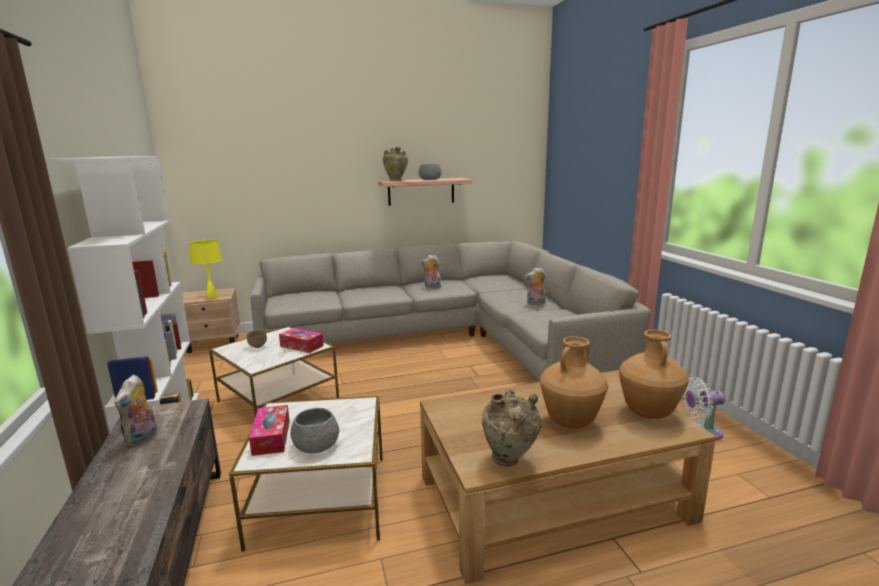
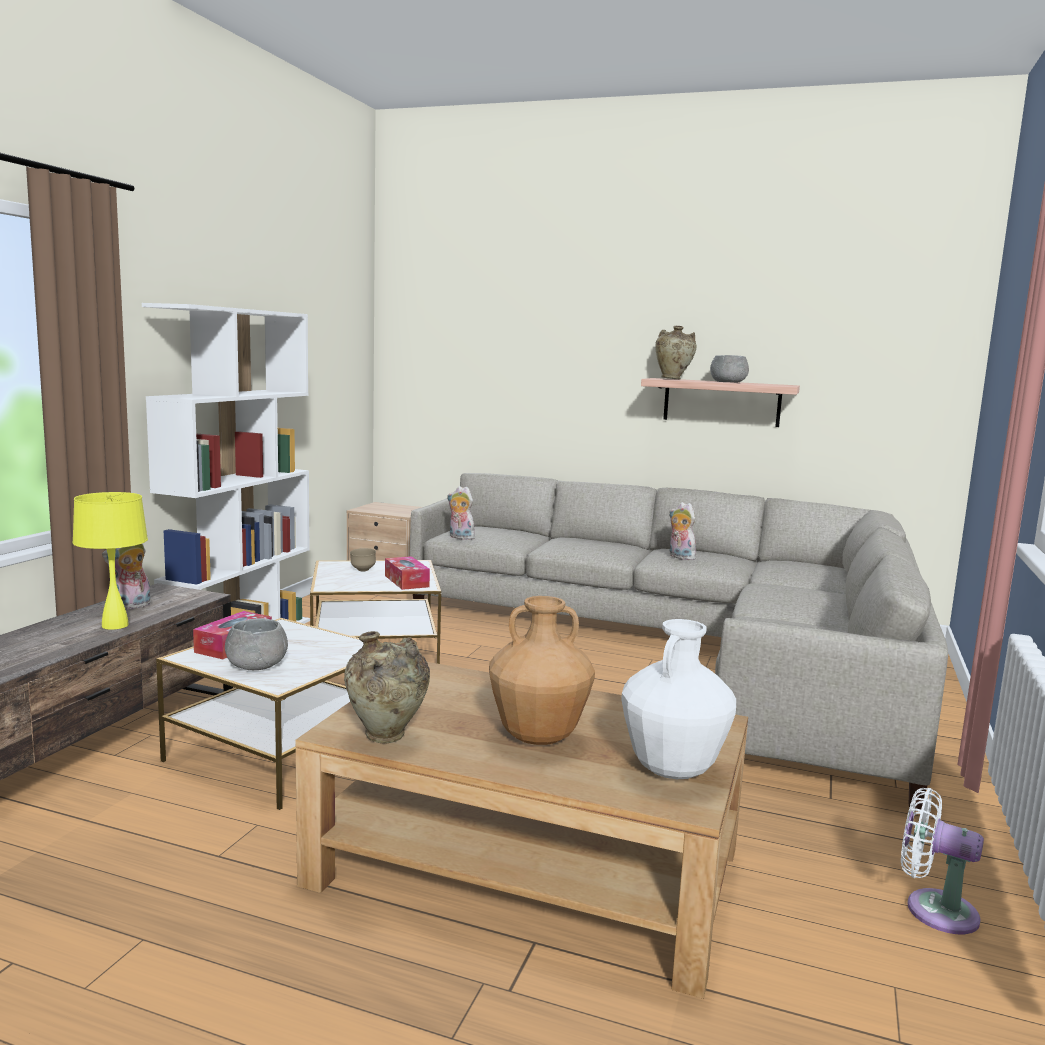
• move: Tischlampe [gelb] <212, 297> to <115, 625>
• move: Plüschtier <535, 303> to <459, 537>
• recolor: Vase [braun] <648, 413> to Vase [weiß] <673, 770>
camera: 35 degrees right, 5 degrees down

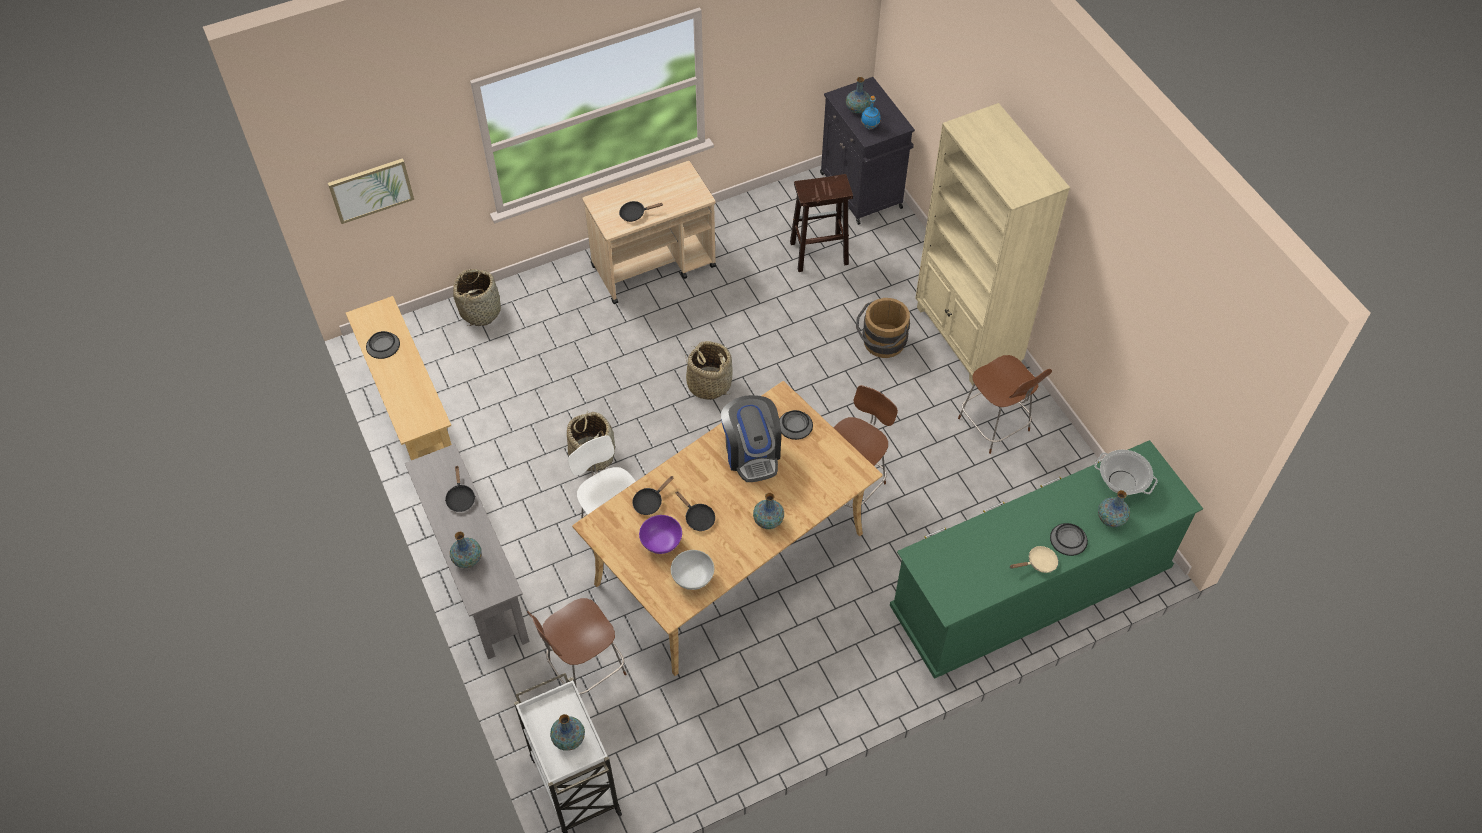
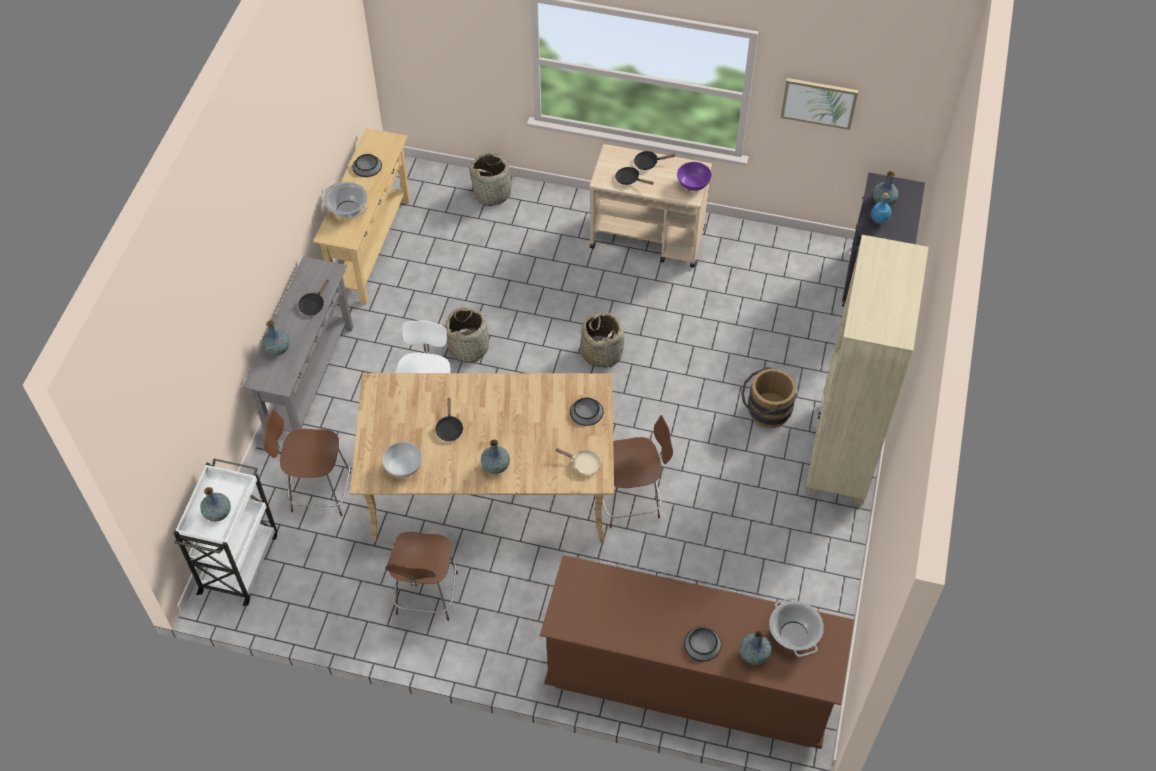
• delete: Kaffeemaschine <752, 453>
• delete: Hocker [braun] <818, 253>
• insert: Kochtopf <347, 209>
• move: Bild <371, 190> to <819, 102>
• move: Pfanne [schwarz] <650, 502> to <648, 163>
• move: Schüssel [lila] <661, 542> to <693, 184>
• move: Stuhl [braun] <995, 426> to <426, 596>
• move: Pfanne [beige] <1038, 563> to <583, 464>
• recolor: Kommode [grün] <1029, 590> to Kommode [braun] <689, 679>
camera: 40 degrees right, 0 degrees up

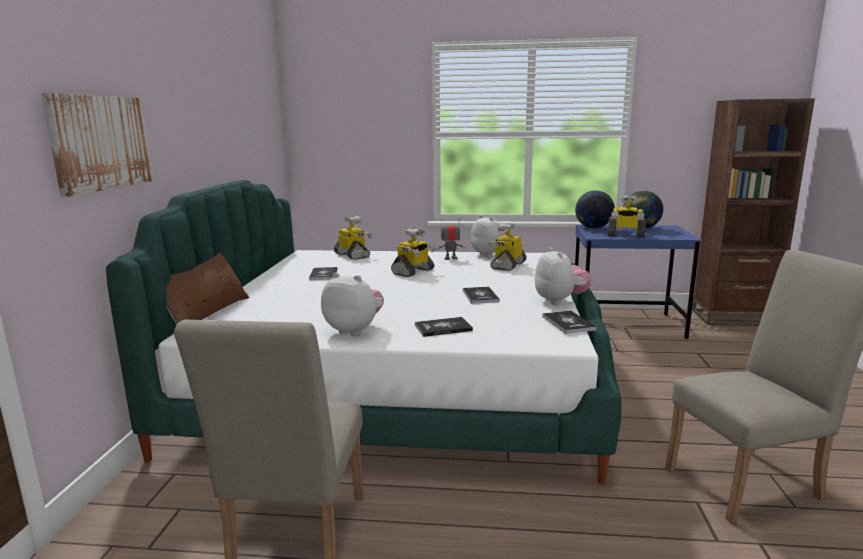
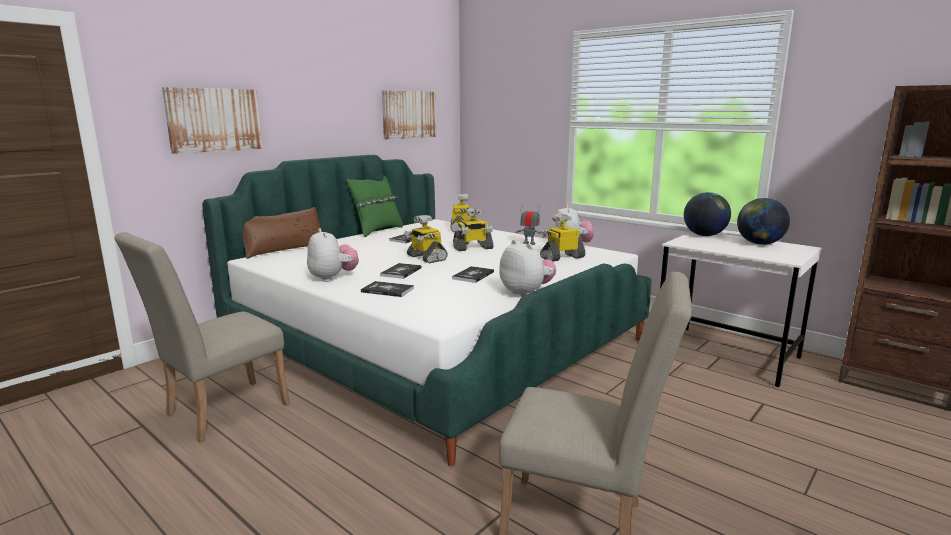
• insert: Kissen [grün] <377, 231>
• insert: Bild <409, 114>
• move: Buch <568, 323> to <401, 272>
• move: Spielzeugroboter <625, 235> to <425, 258>
• recolor: Schreibtisch [blau] <626, 325> to Schreibtisch [weiß] <727, 355>
• rotate: Plüschtier <560, 301> = <526, 293> 60 degrees counterclockwise
camera: 35 degrees right, 0 degrees up

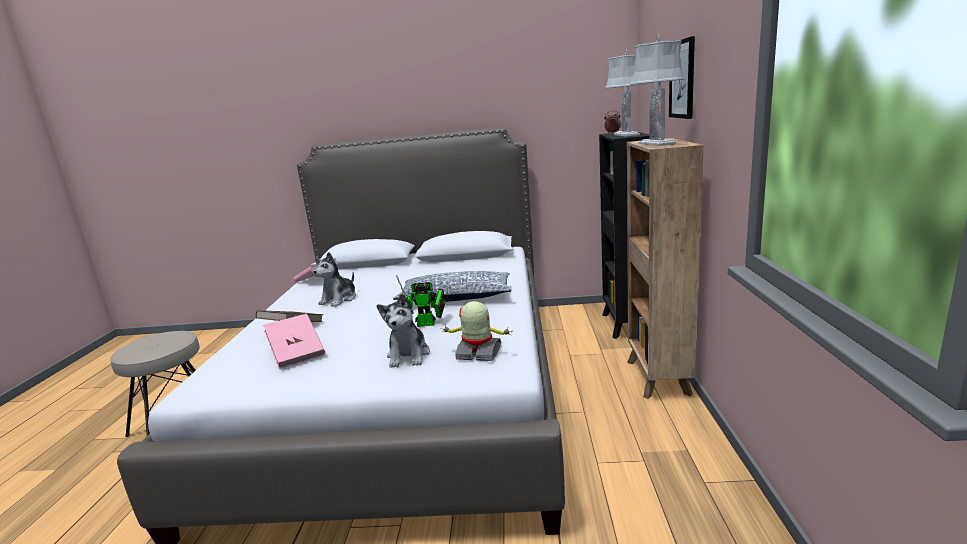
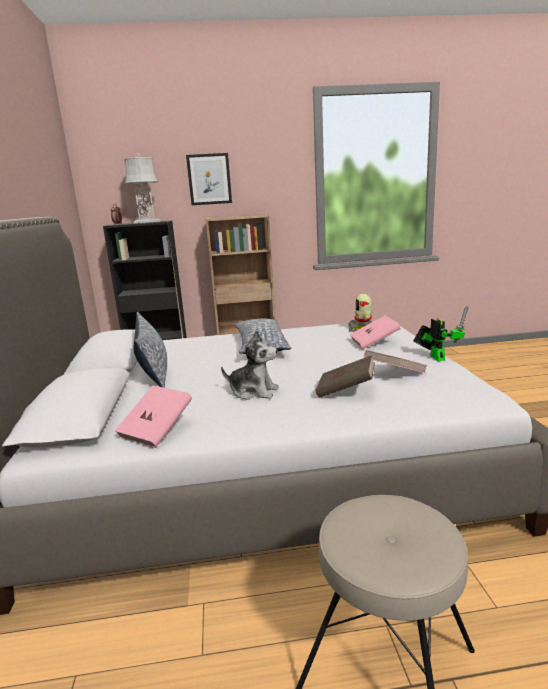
• delete: Tischlampe [grau] <657, 144>
• insert: Kissen <154, 371>
• move: Spielzeugroboter <429, 324> to <436, 357>
• replace: Plüschtier <408, 355> to Buch [rosa] <374, 343>
camera: 100 degrees left, 0 degrees up

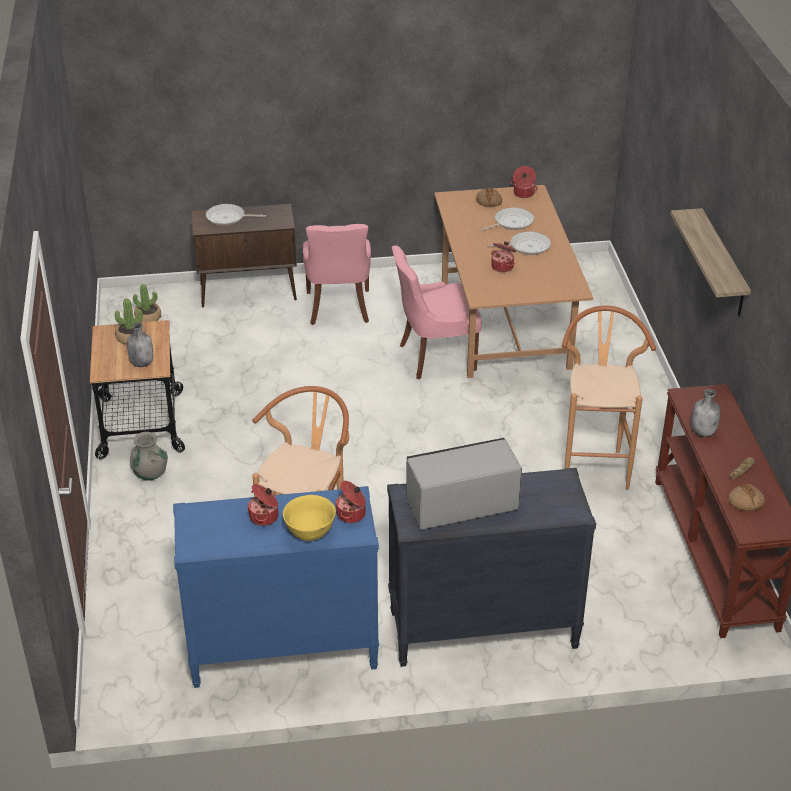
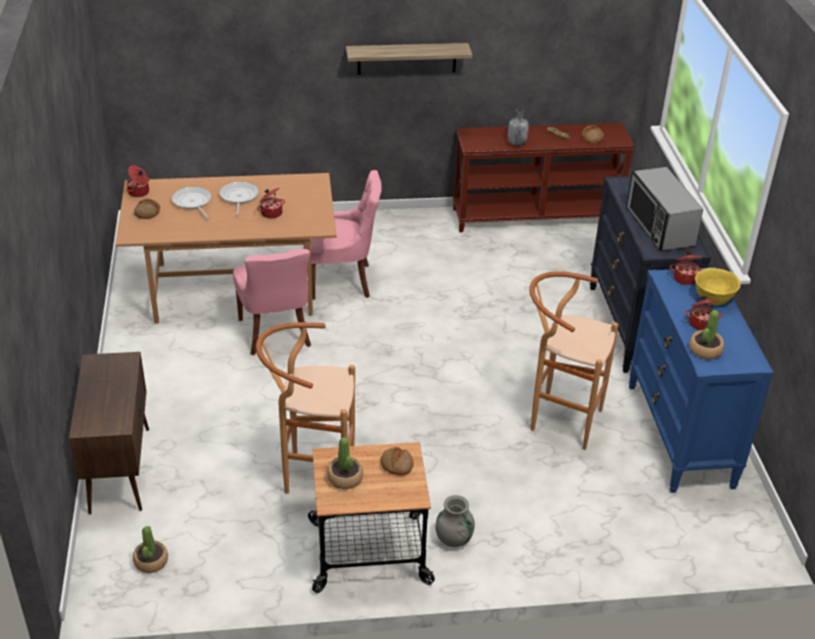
• delete: Pfanne <228, 218>
• insert: Topfpflanze <705, 350>
• move: Stuhl [rosa] <338, 308> to <342, 281>
• move: Hocker [braun] <594, 464> to <311, 474>
• replace: Flasche [grau] <142, 363> to Brot <396, 465>
camera: 90 degrees left, 0 degrees up

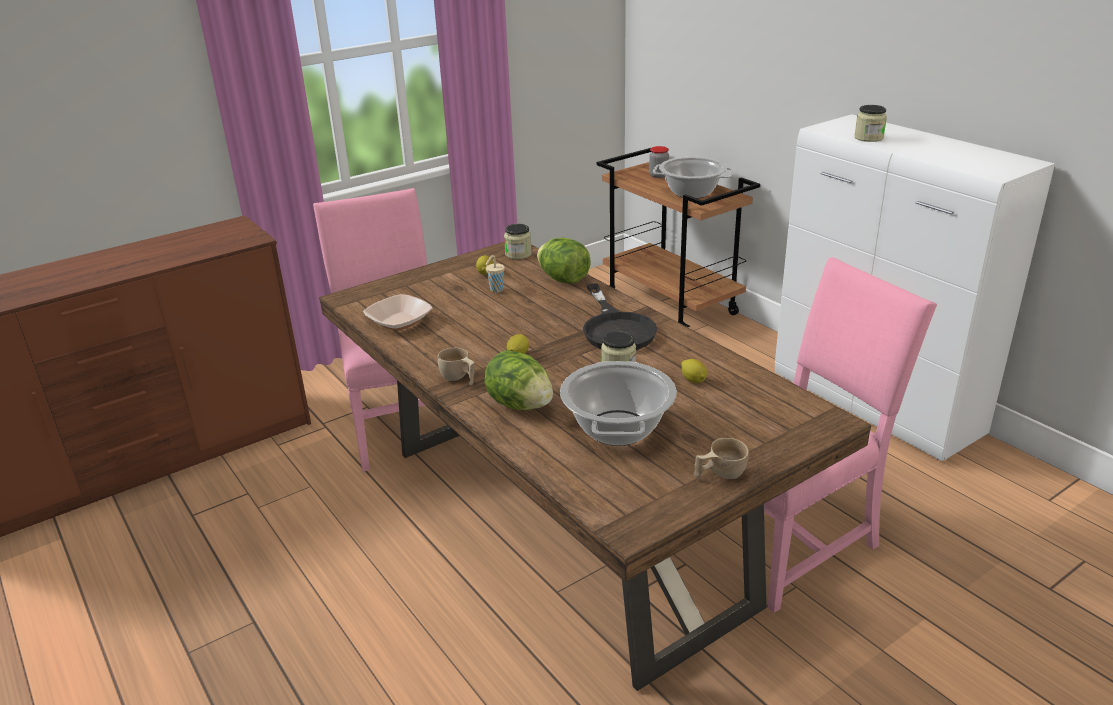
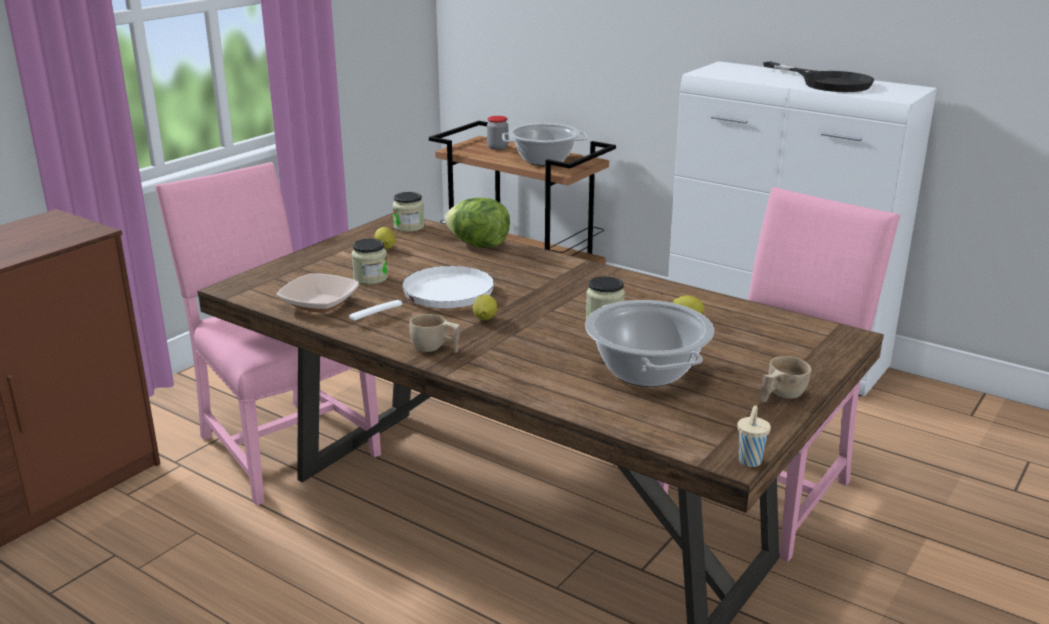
• delete: Salatkopf <520, 405>
• insert: Pfanne [weiß] <442, 295>
• move: Tasse [beige] <495, 290> to <749, 462>
• move: Pfanne [schwarz] <616, 328> to <827, 82>
• move: Vorratsglas <868, 138> to <370, 278>
camera: 20 degrees left, 5 degrees down

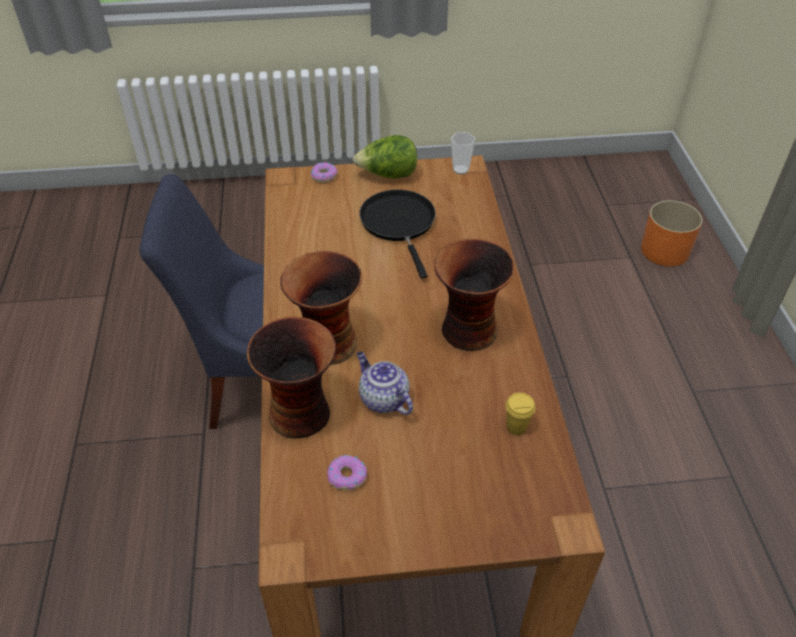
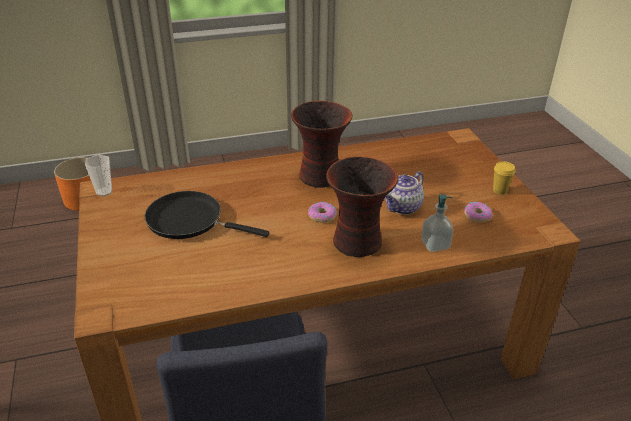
• delete: Salatkopf <388, 175>
• move: Donut <324, 176> to <322, 216>
• move: Tasse [gelb] <516, 427> to <500, 190>
• replace: Vase <301, 413> to Seifenspender <435, 245>
• rotate: Pfanne [schwarz] <399, 224> = <190, 220> 45 degrees clockwise
camera: 100 degrees left, 10 degrees down

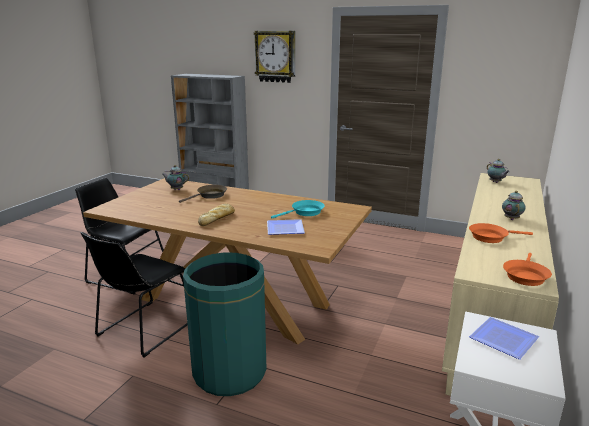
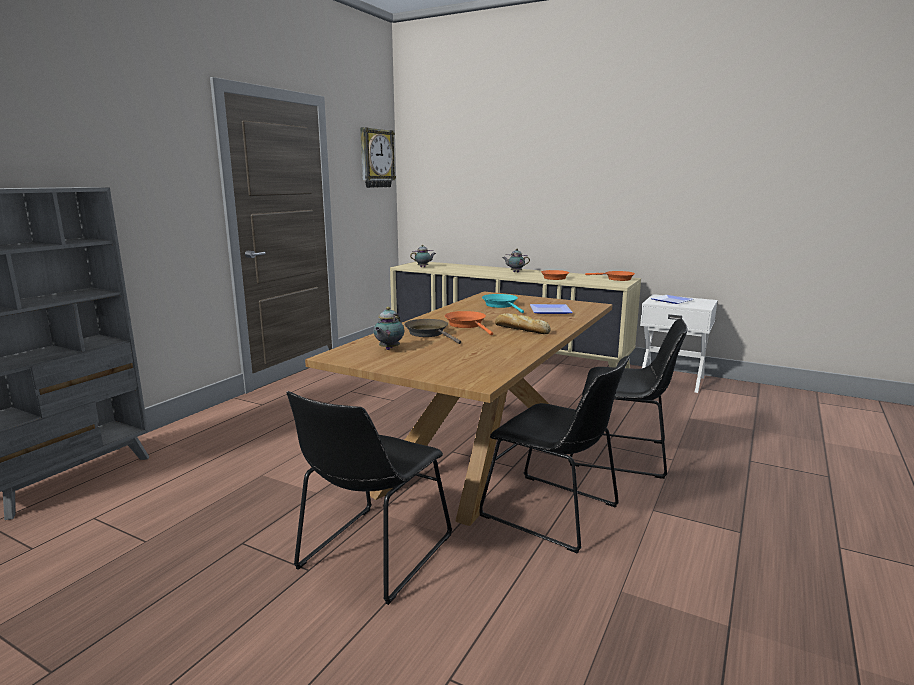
• insert: Pfanne [orange] <467, 325>
• move: Wanduhr <275, 56> to <376, 158>
• replace: Mülleimer [grün] <229, 372> to Stuhl [schwarz] <623, 454>
camera: 85 degrees left, 5 degrees down

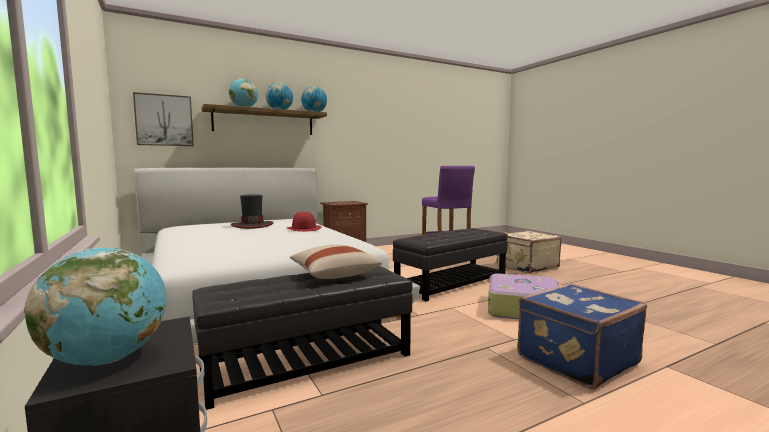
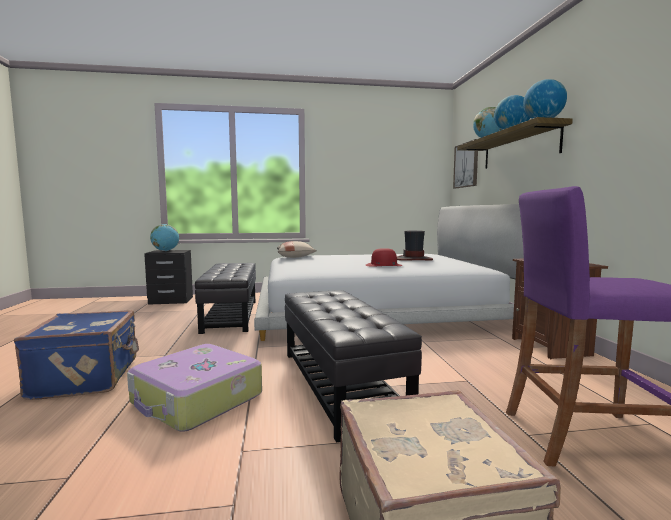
• move: Kissen [beige] <334, 274> to <296, 257>
camera: 110 degrees right, 0 degrees up

